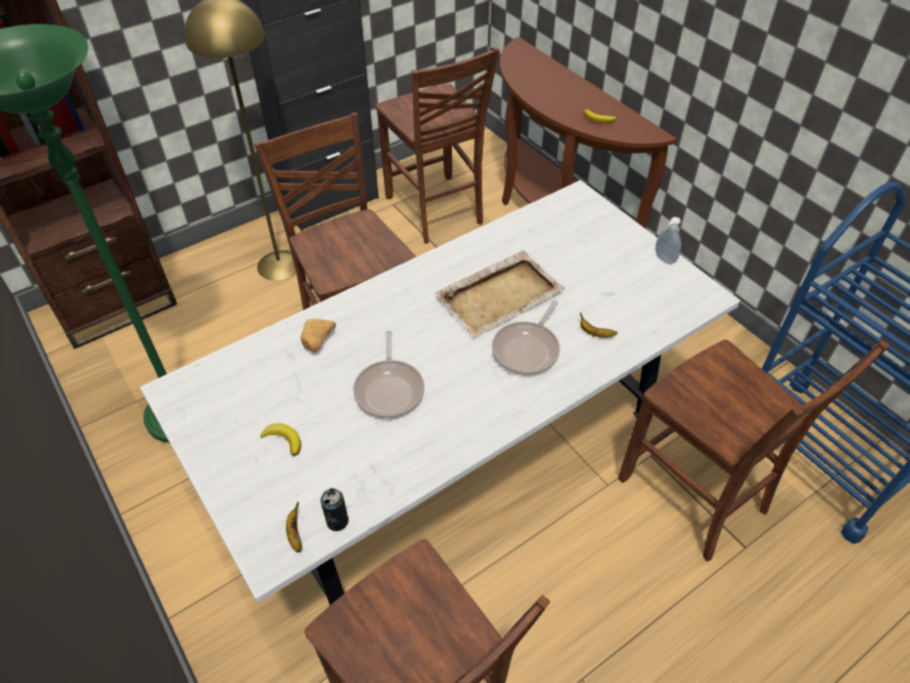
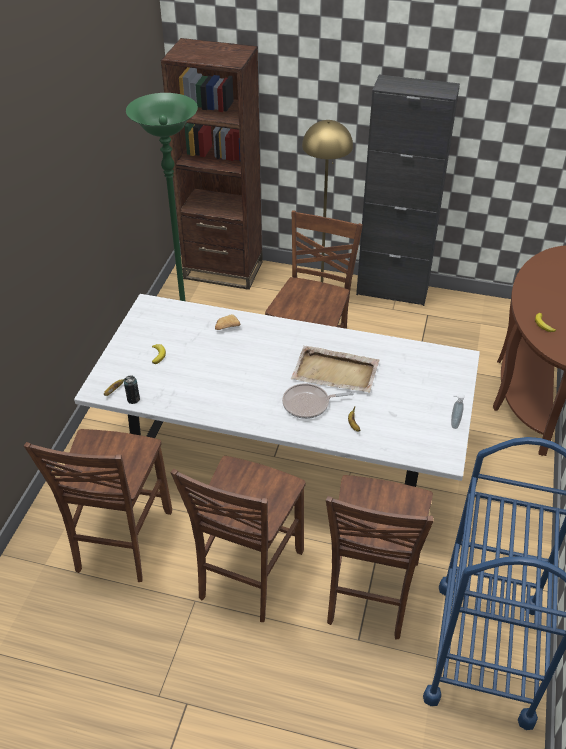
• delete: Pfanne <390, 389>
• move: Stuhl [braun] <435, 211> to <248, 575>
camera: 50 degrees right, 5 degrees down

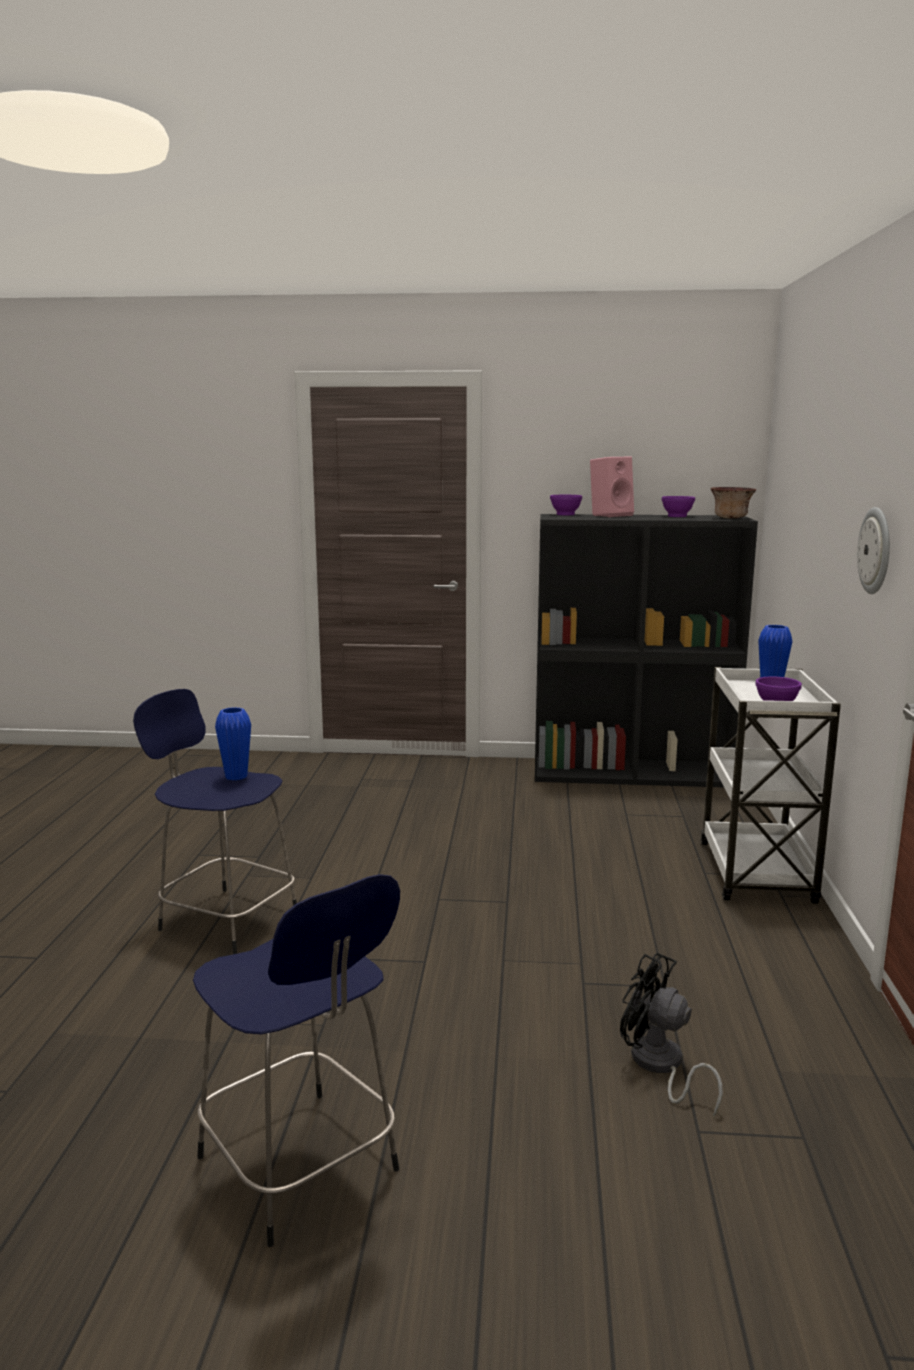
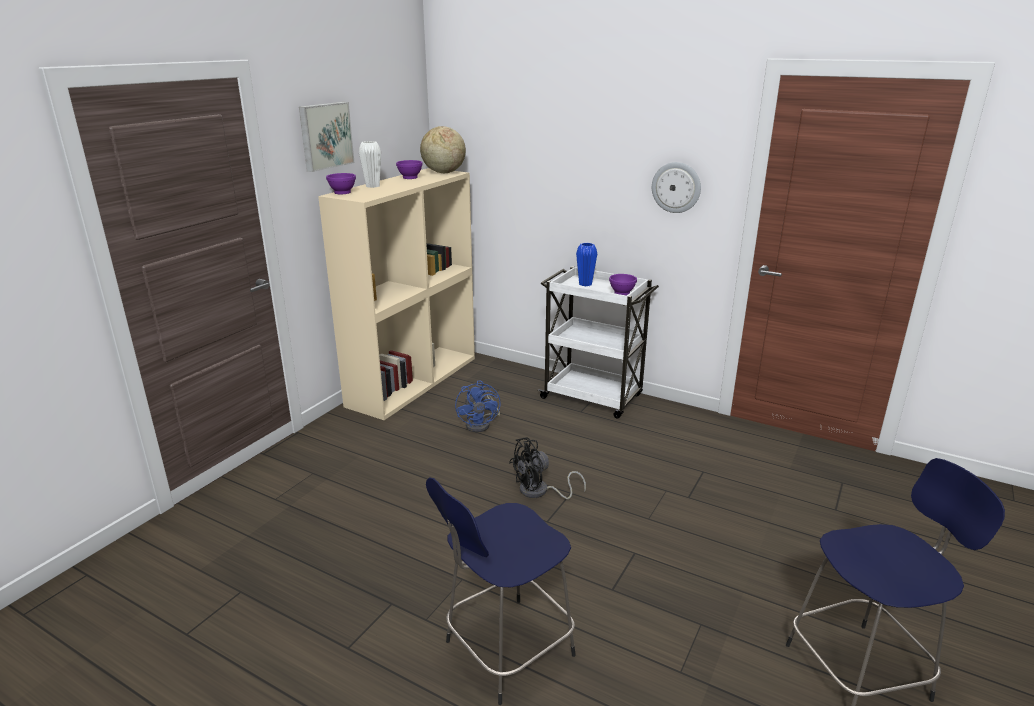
• delete: Vase [blau] <236, 776>
• insert: Bild <325, 136>
• insert: Ventilator [blau] <481, 424>
• move: Ventilator [schwarz] <660, 1066> to <540, 492>
• replace: Lautsprecher [rosa] <611, 515> to Vase [weiß] <372, 186>
• replace: Schüssel <730, 518> to Globus <443, 172>
• recolor: Bücherregal [schwarz] <633, 773> to Bücherregal [beige] <413, 380>
camera: 65 degrees left, 10 degrees up

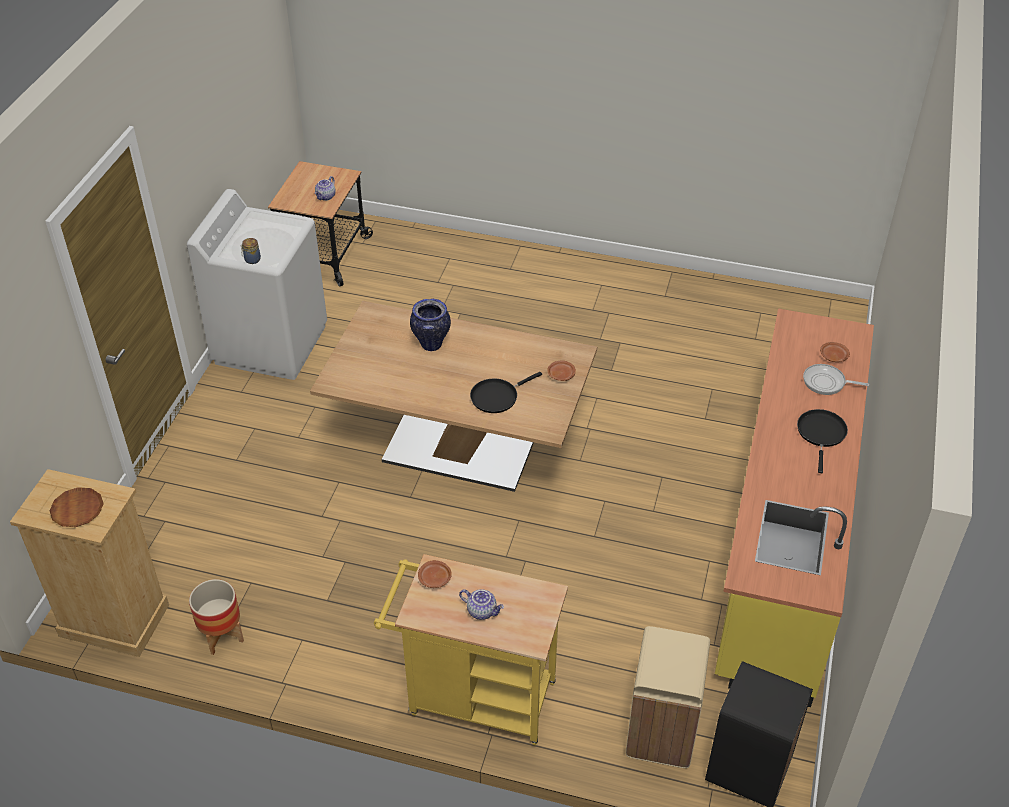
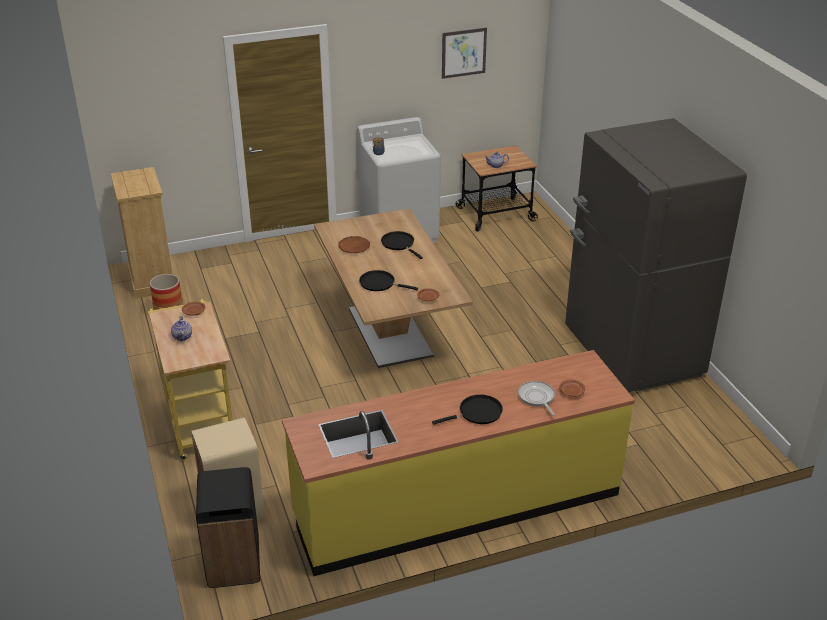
• insert: Bild <463, 53>
• insert: Kühlschrank [grau] <632, 353>
• move: Teller [braun] <77, 510> to <354, 247>
• replace: Vase <431, 344> to Pfanne [schwarz] <399, 244>
camera: 55 degrees right, 10 degrees down

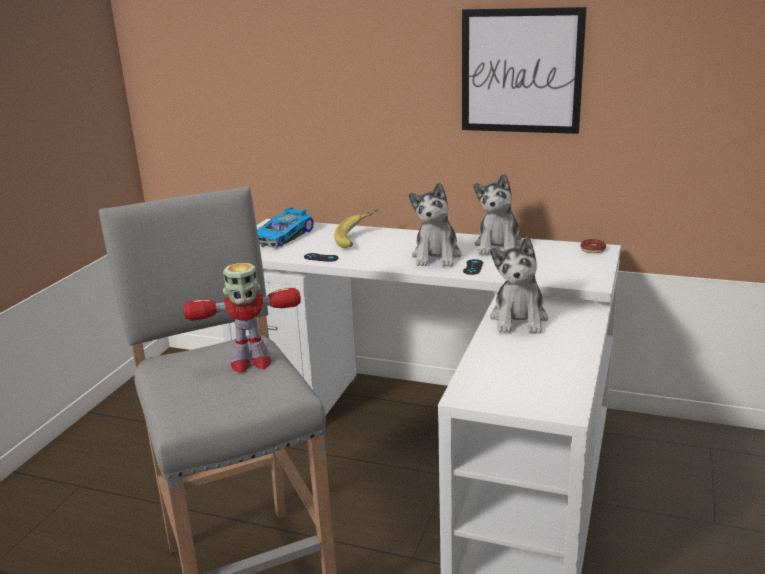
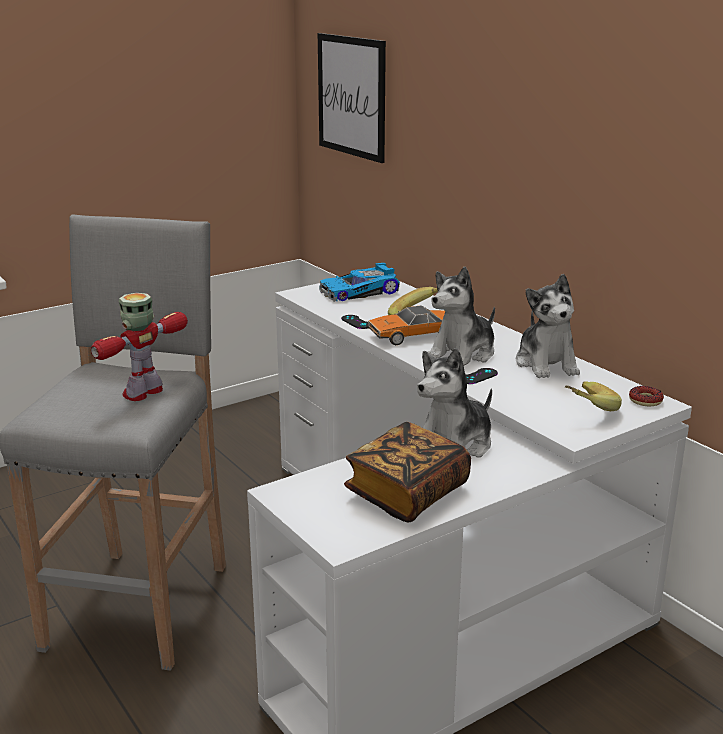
• insert: Buch <407, 493>
• insert: Spielzeugauto <412, 335>
• insert: Banane <584, 409>
• move: Bild <521, 71> to <351, 96>
• rotate: Spielzeugroboter <250, 363> = <144, 392> 105 degrees clockwise
• rotate: Plüschtier <499, 246> = <546, 364> 60 degrees counterclockwise
camera: 35 degrees right, 0 degrees up

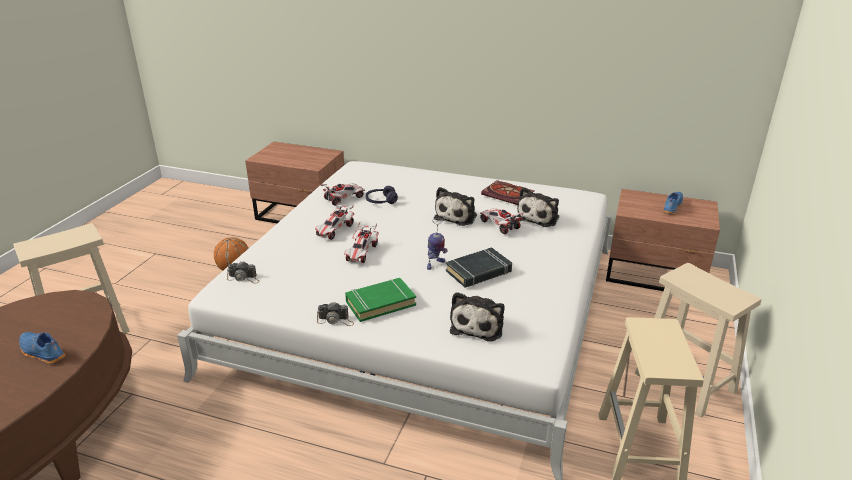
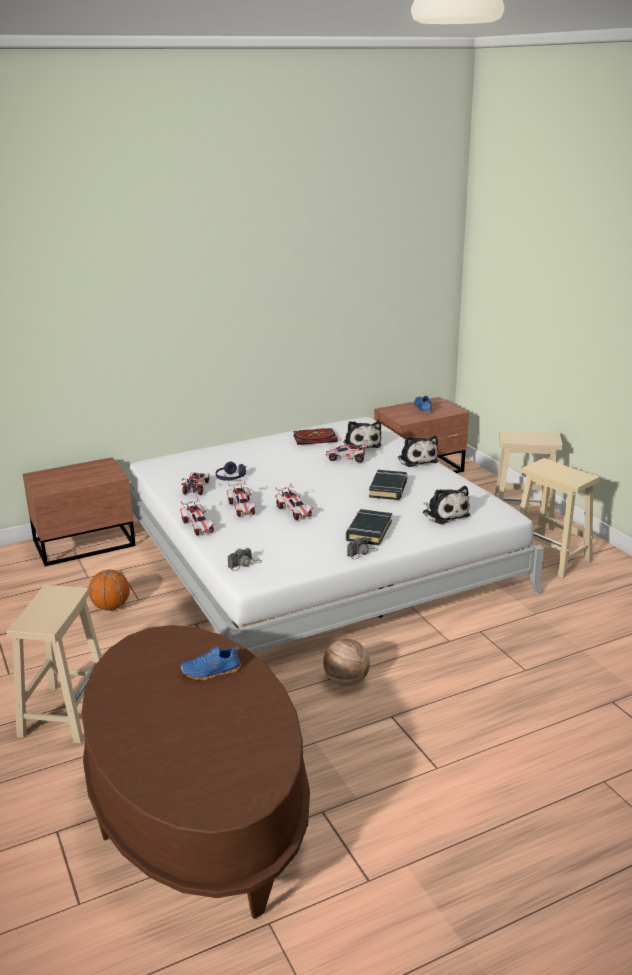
• delete: Spielzeugroboter <435, 264>
• insert: Spielzeugauto <198, 526>
• insert: Basketball <346, 681>
• move: Plüschtier <457, 216> to <416, 459>
• recolor: Buch [grün] <380, 303> to Buch [schwarz] <368, 531>
camera: 45 degrees left, 5 degrees down

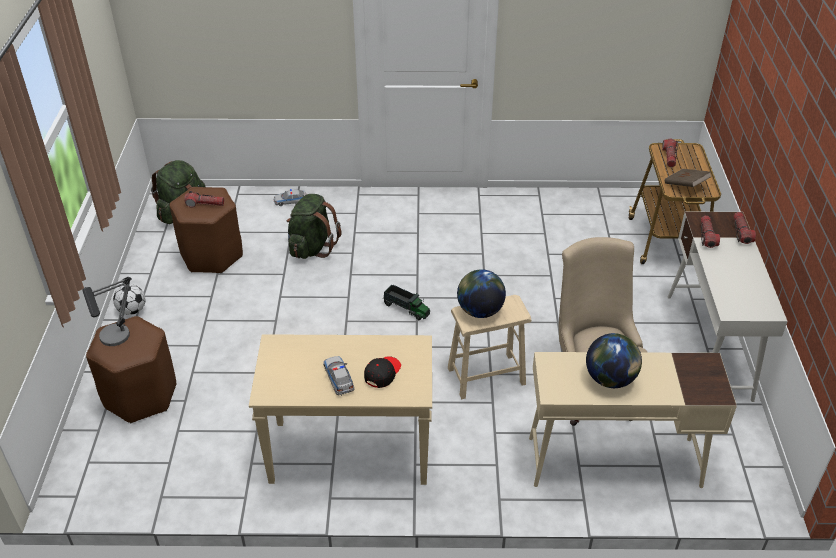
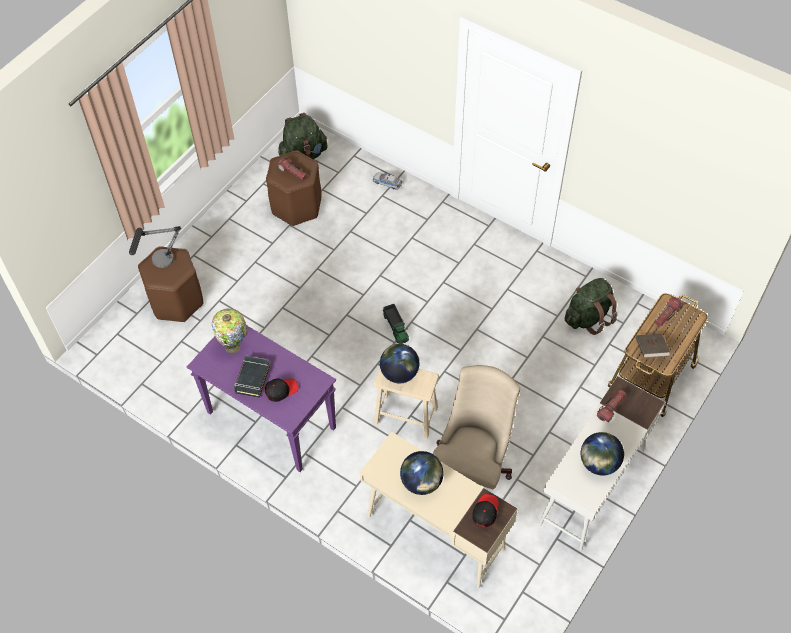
• delete: Fußball <132, 310>
• delete: Taschenlampe <741, 232>
• insert: Tischlampe <234, 346>
• insert: Kappe [schwarz] <485, 511>
• insert: Globus <598, 463>
• move: Rucksack [grün] <312, 247> to <588, 317>
• replace: Spielzeugauto <338, 378> to Buch [schwarz] <252, 378>
• recolor: Konsolentisch [beige] <348, 454> to Konsolentisch [lila] <270, 420>
camera: 35 degrees right, 15 degrees up

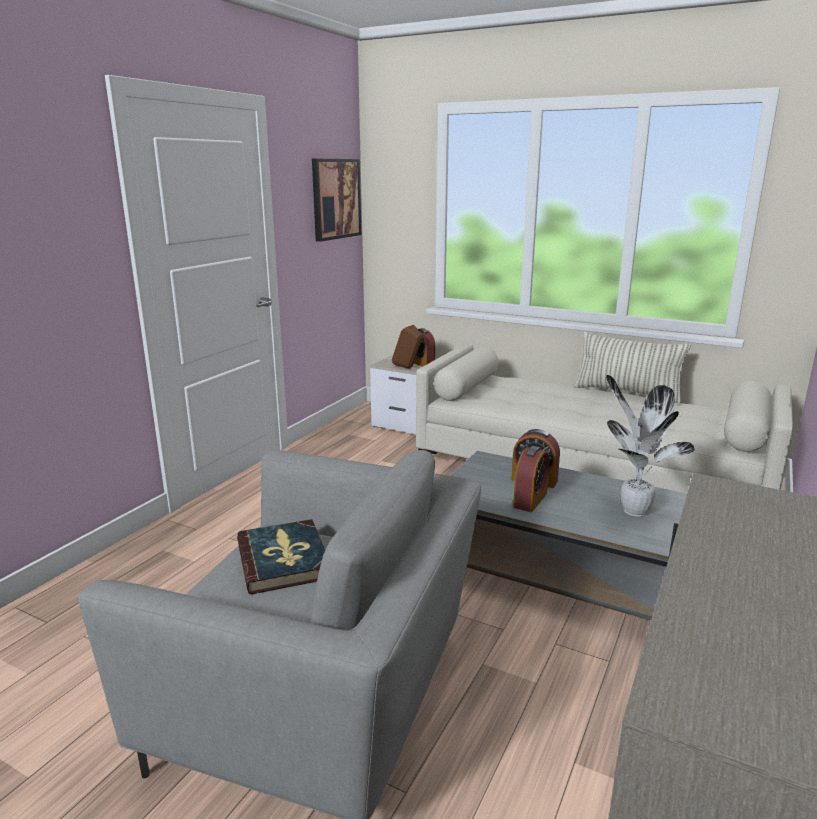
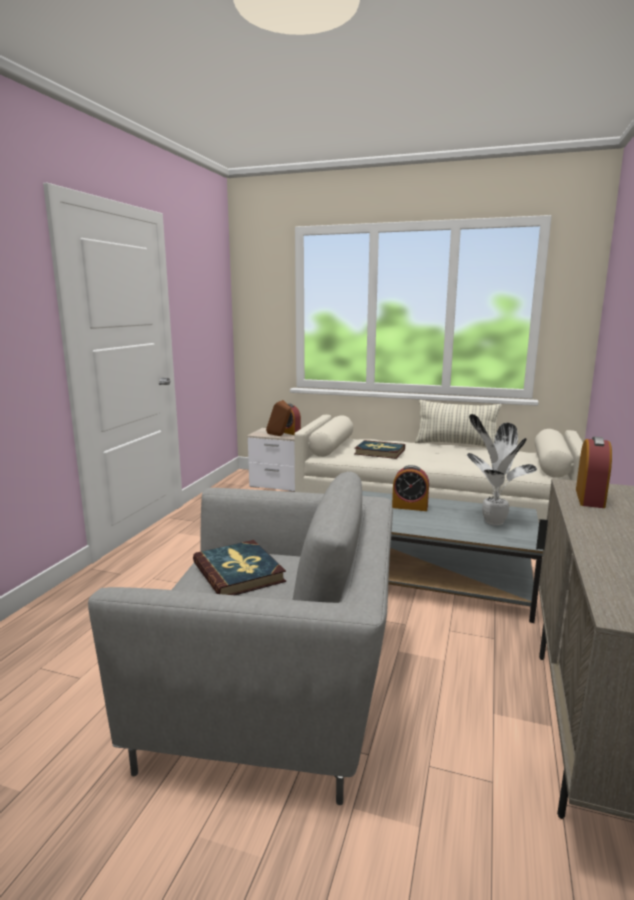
• delete: Bild <335, 199>
• insert: Buch <379, 452>
• move: Wecker <530, 500> to <589, 498>
camera: 10 degrees left, 5 degrees down

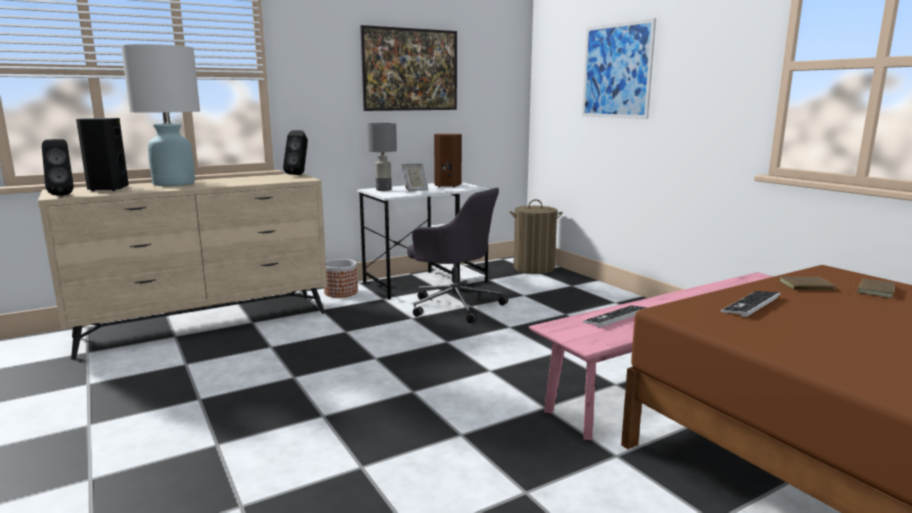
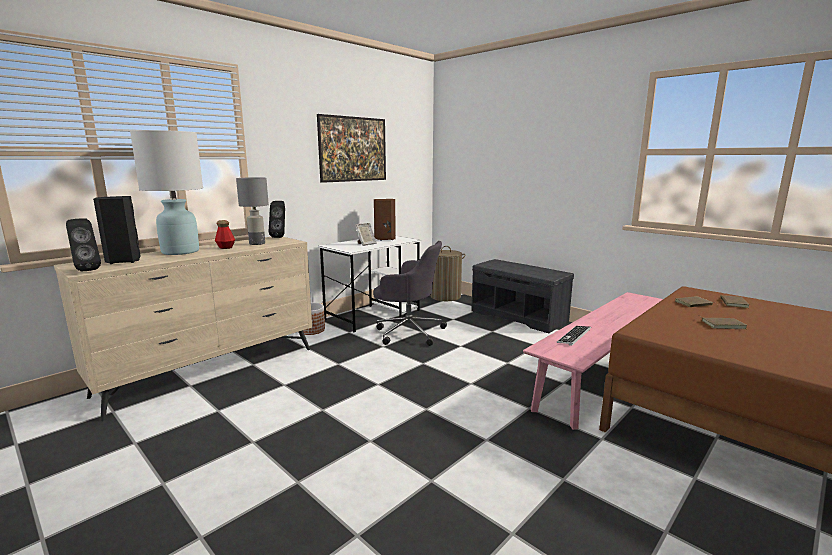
• delete: Bild <616, 71>
• delete: Tastatur <751, 305>
• insert: Flasche <225, 247>
• insert: Bank [grau] <519, 316>
• insert: Buch [braun] <722, 325>
• move: Tischlampe [grau] <384, 190> to <257, 243>
camera: 15 degrees left, 0 degrees up

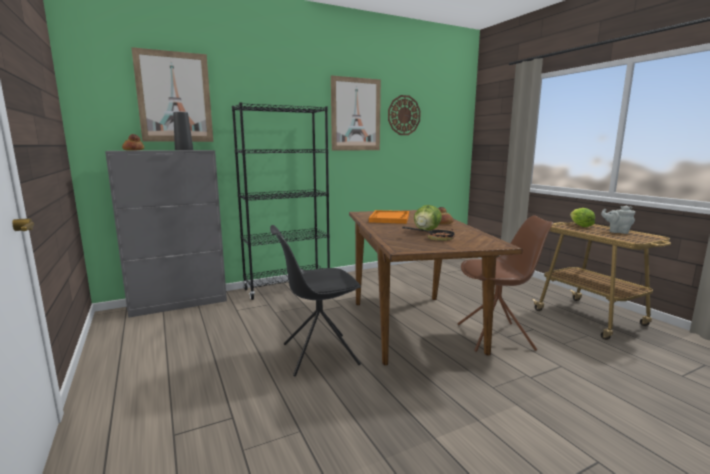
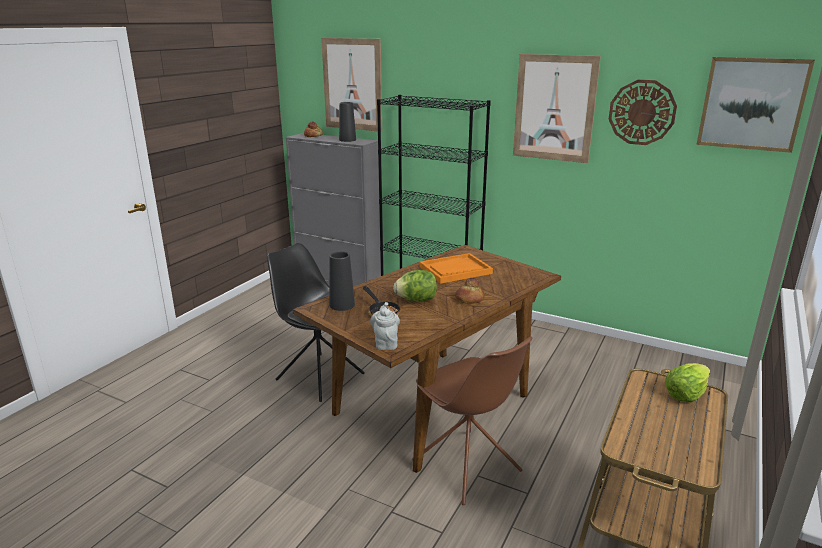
• insert: Vase [schwarz] <342, 305>
• insert: Bild <752, 104>
• move: Teekanne [grau] <617, 232> to <385, 343>
camera: 55 degrees right, 10 degrees up

